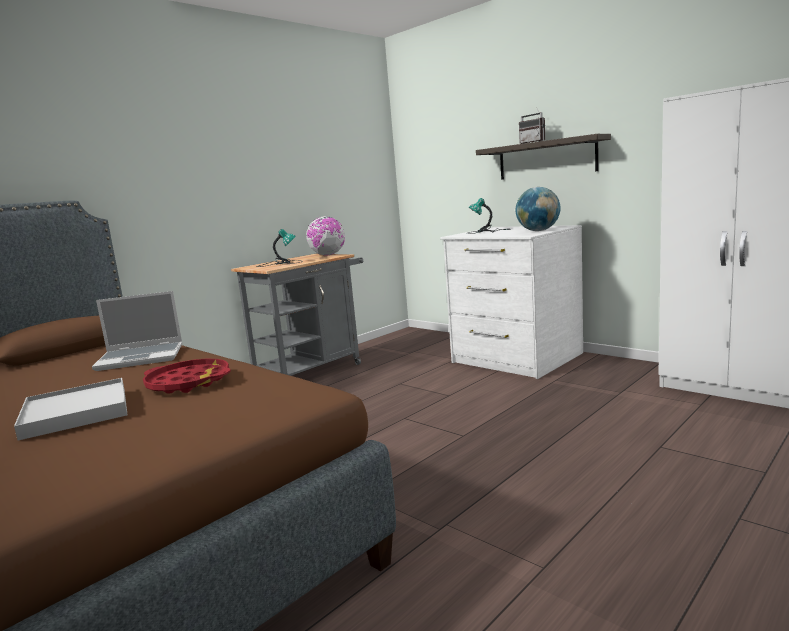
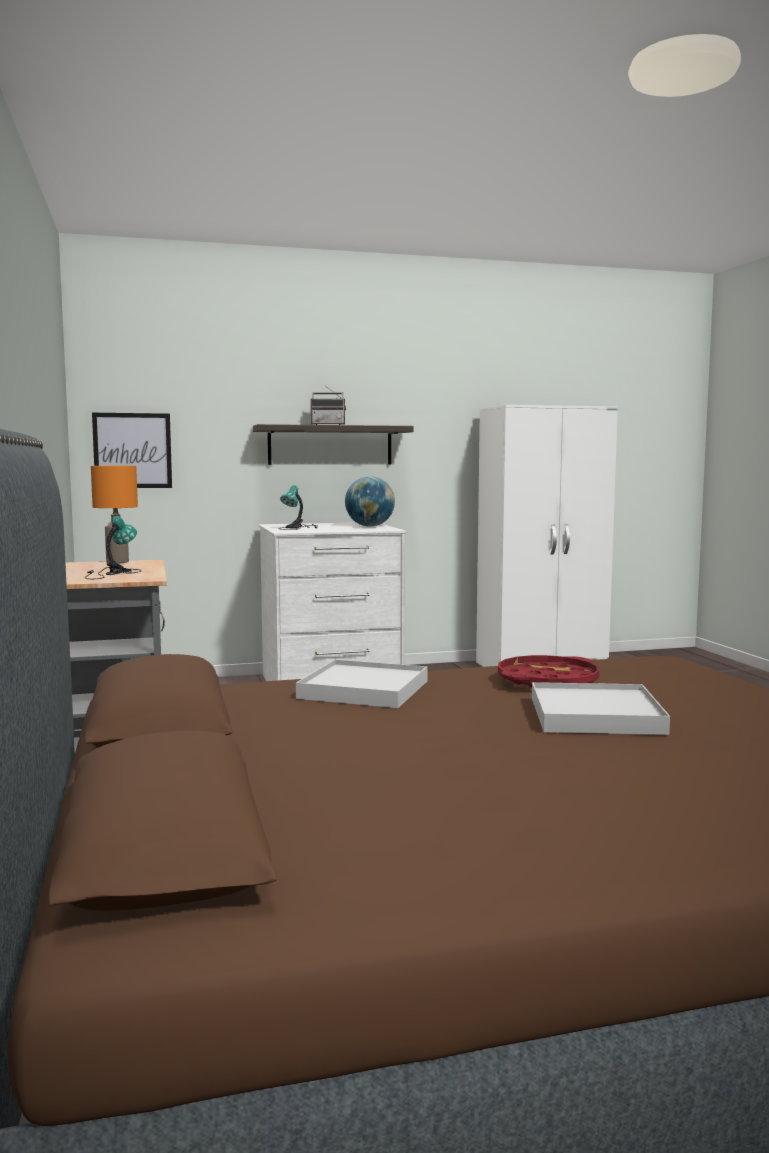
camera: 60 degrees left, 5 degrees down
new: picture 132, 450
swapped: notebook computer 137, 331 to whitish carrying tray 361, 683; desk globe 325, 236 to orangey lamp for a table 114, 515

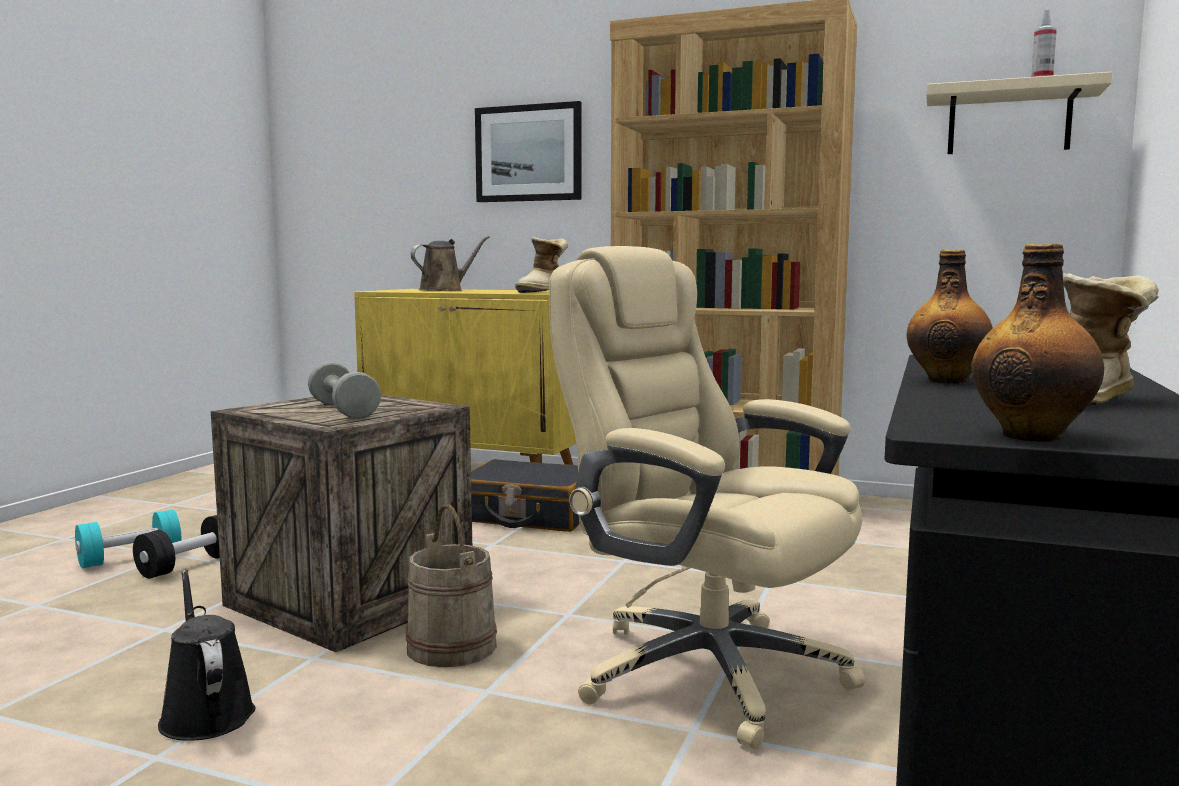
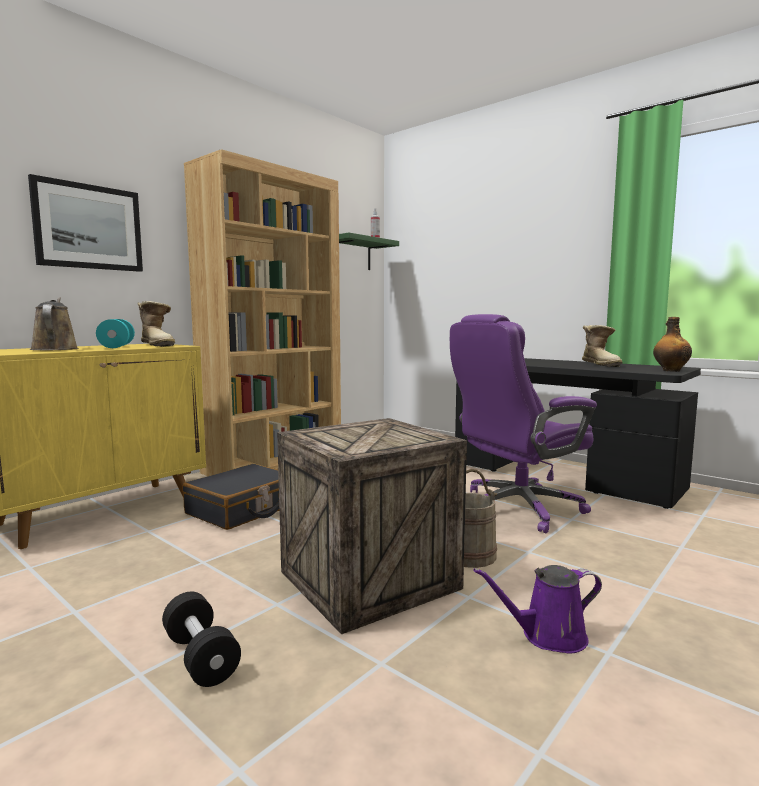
camera: 70 degrees left, 0 degrees up
gone: greyish dumbbell 344, 390; beverage bottle 950, 317
shifted: turquoise-coloured dumbbell 128, 539 to 115, 333
repainted: black-coloured sprinkling can 206, 655 to purplish sprinkling can 538, 609; beige-coloured office chair 707, 498 to purplish office chair 523, 423; beige-coloured shelf 1019, 113 to green shelf 369, 251

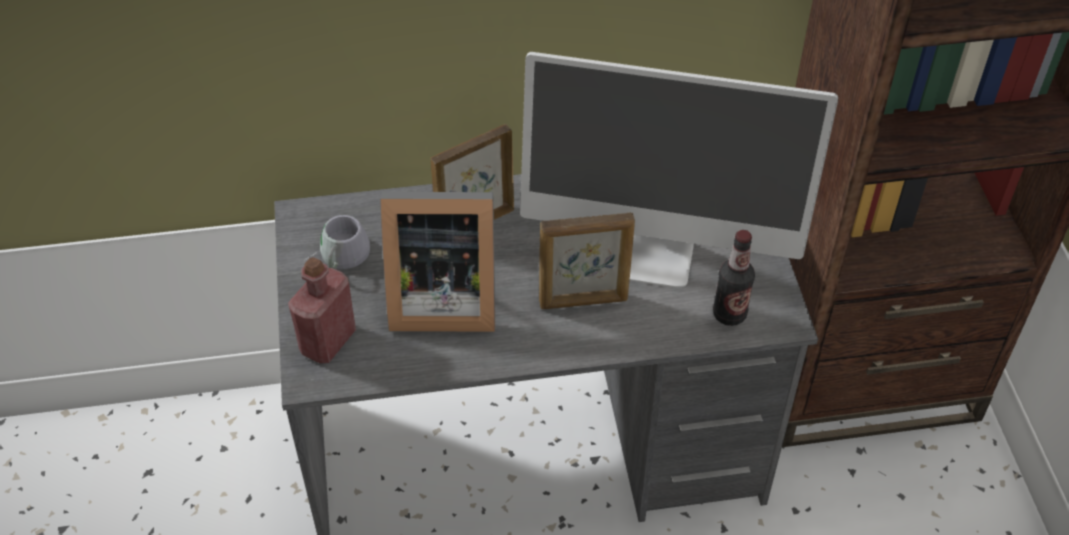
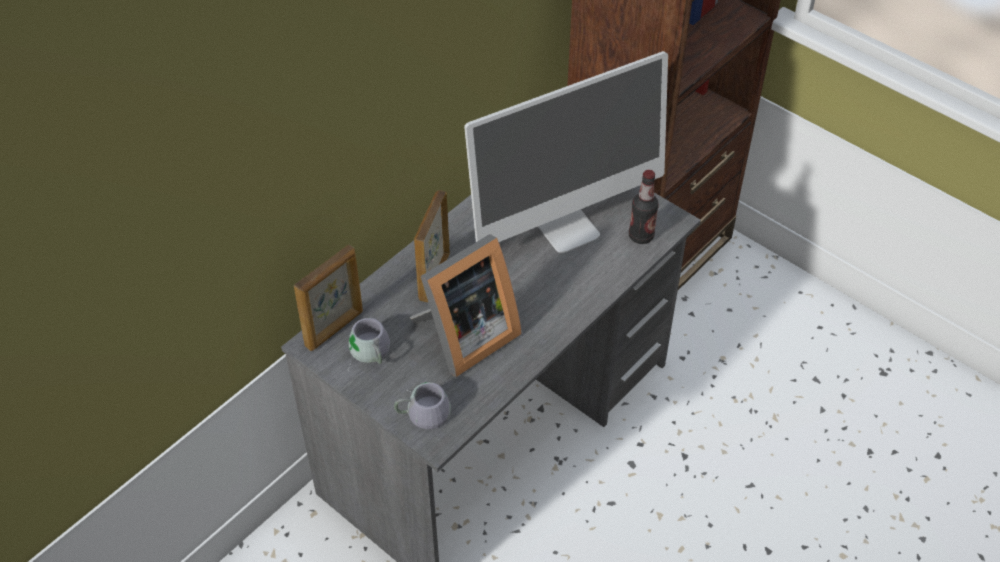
camera: 40 degrees left, 0 degrees up
shifted: picture frame 587, 261 to 328, 298
swapped: red-coloured beverage bottle 322, 310 to greyish coffee mug 422, 405

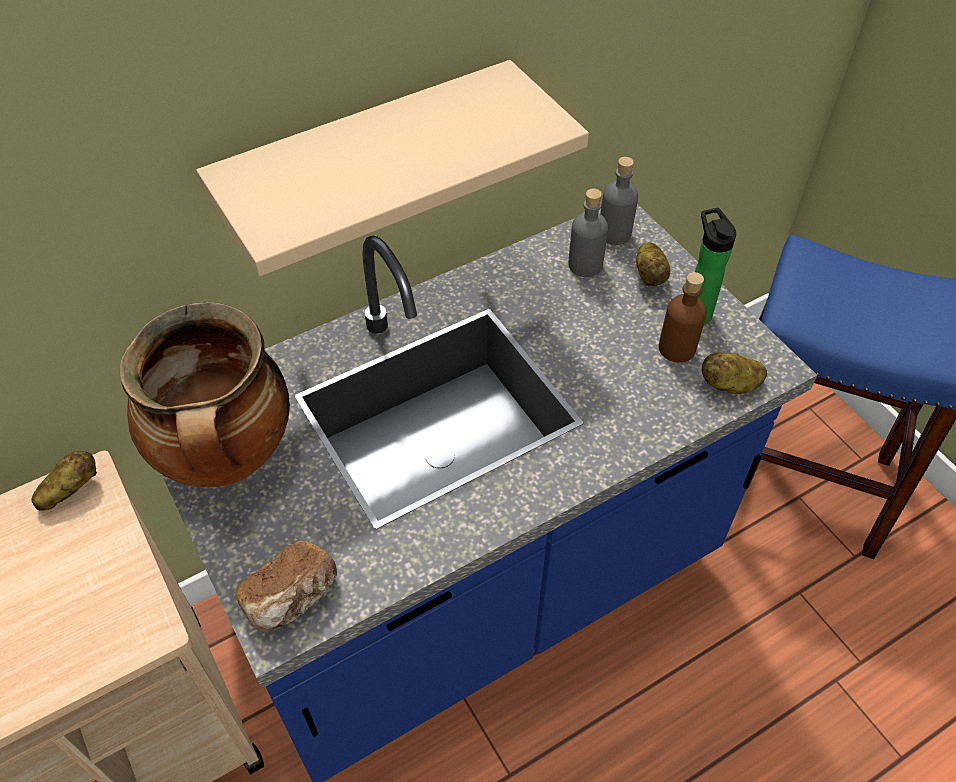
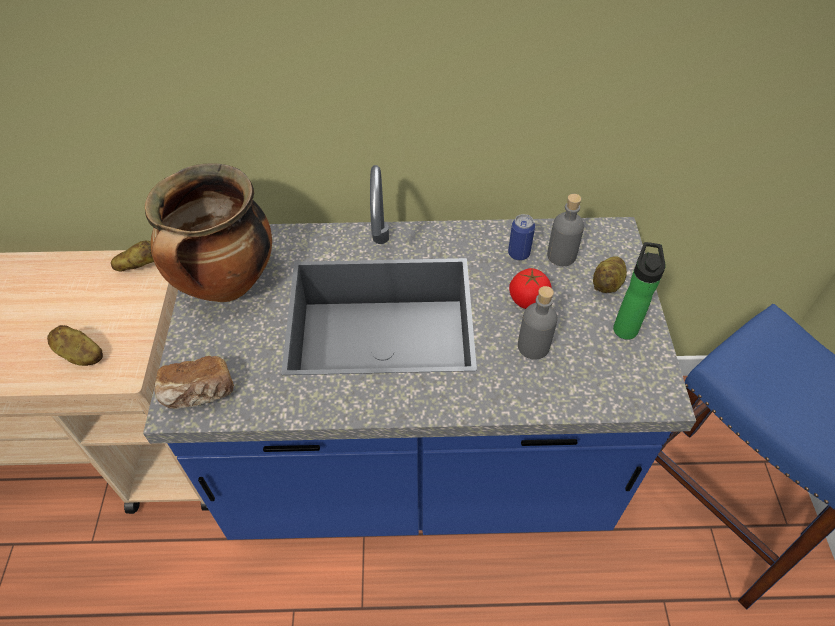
camera: 30 degrees right, 0 degrees up
gone: beige-coloured shelf 392, 168; brown-coloured beverage bottle 683, 317
new: can 521, 237; whole tomato 530, 288
shifted: greyish beverage bottle 619, 201 to 538, 323; potato 734, 373 to 75, 345

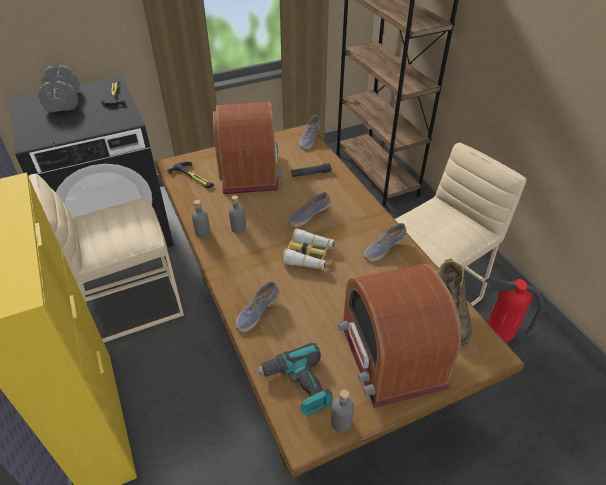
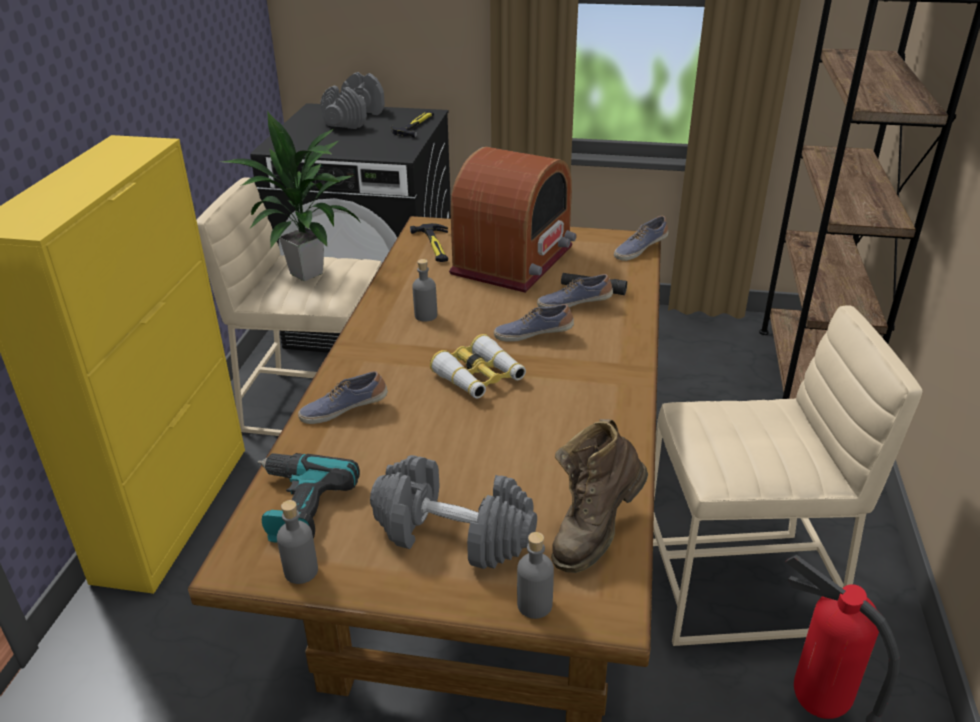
camera: 35 degrees right, 10 degrees down
new: houseplant 290, 196
shifted: greyish beverage bottle 201, 219 to 535, 575; item of footwear 385, 242 to 575, 290
swapped: radio set 399, 336 to greyish dumbbell 453, 512

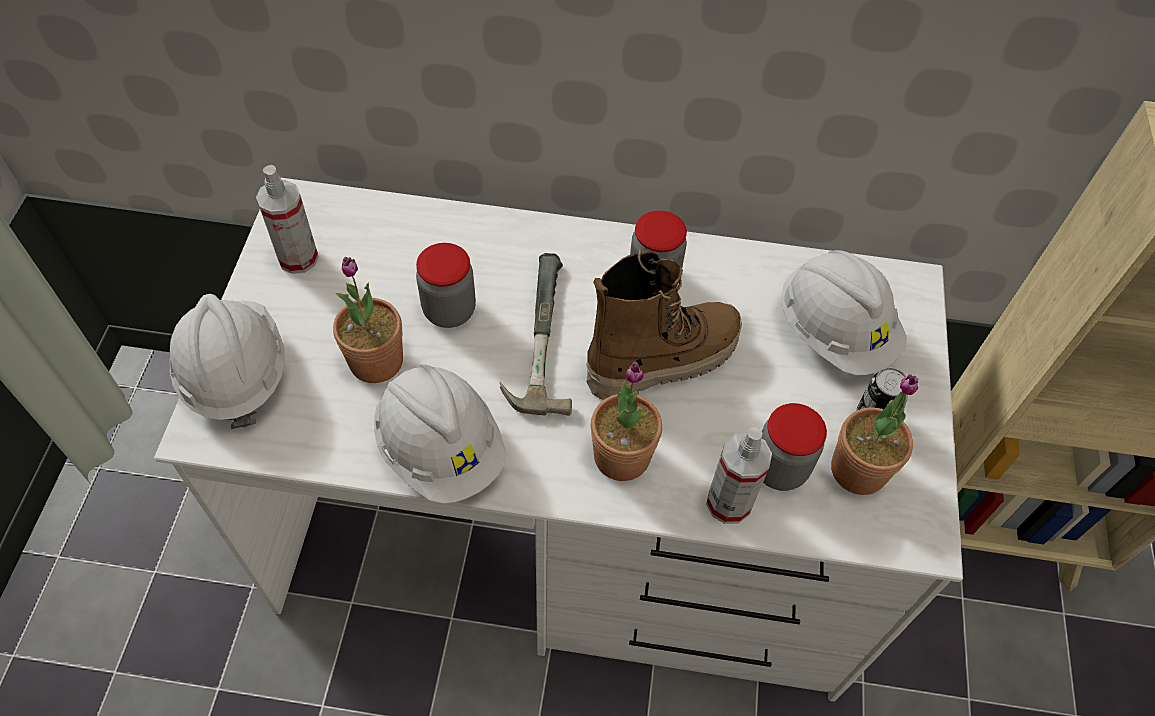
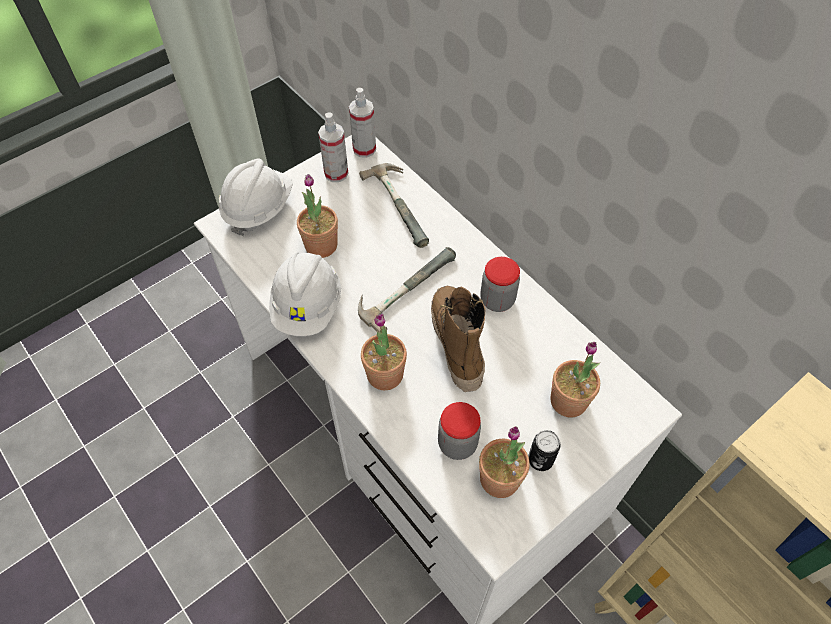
camera: 45 degrees right, 0 degrees up
gone: preserve jar 446, 285
new: tool hammer 394, 205
shifted: hand sprayer 739, 475 to 362, 123
swapped: whitish safety helmet 844, 312 to houseplant 575, 380
rotated: boot 664, 325 = 458, 339 120 degrees counterclockwise

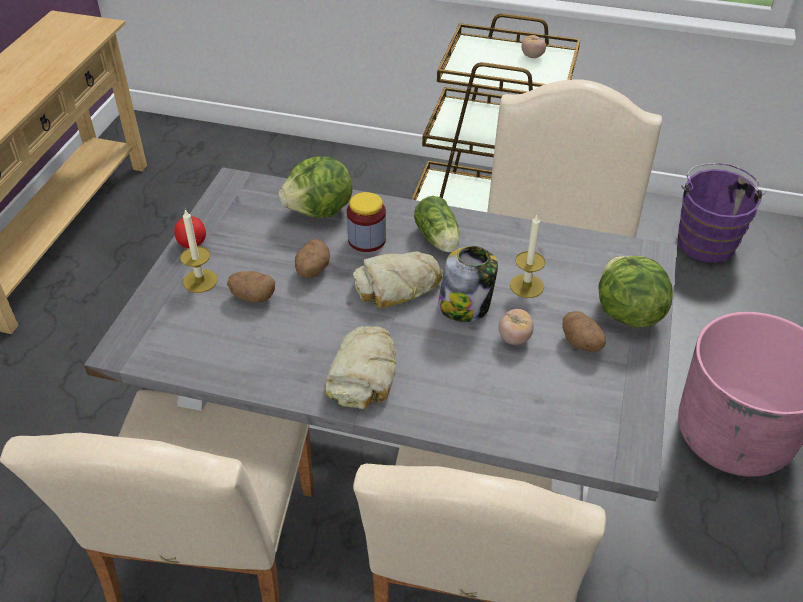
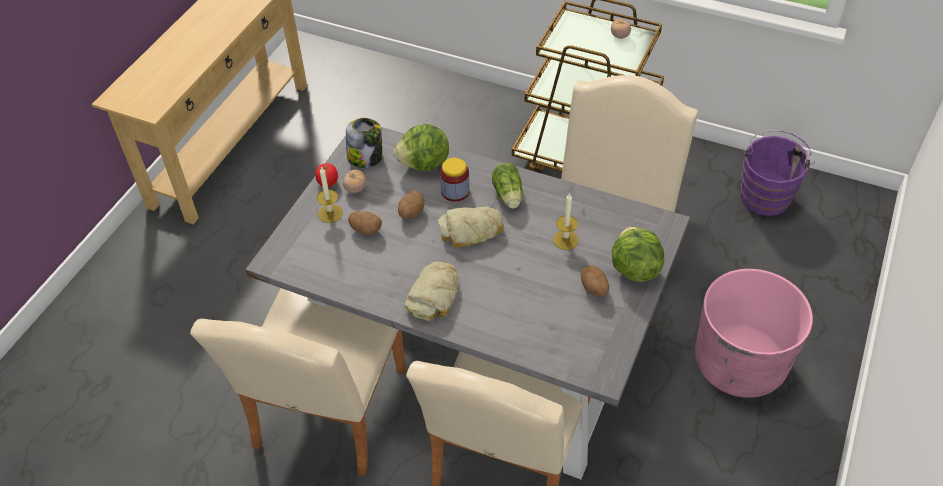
camera: 10 degrees right, 5 degrees up
shifted: preserve jar 468, 284 to 364, 143; whole tomato 516, 327 to 354, 181

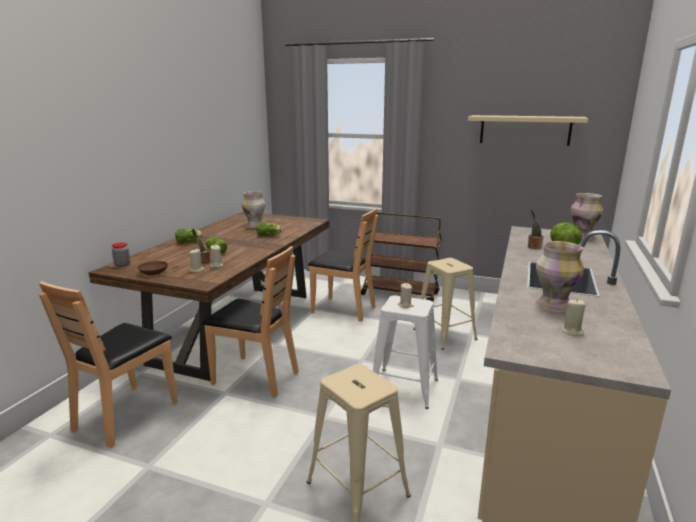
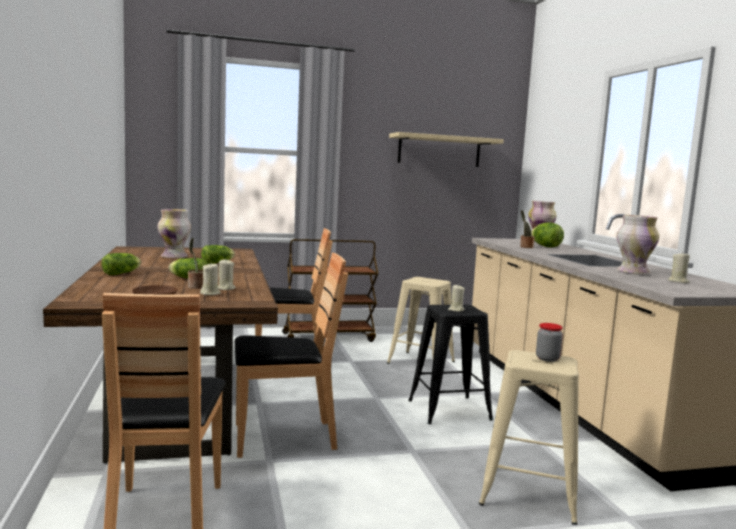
camera: 35 degrees left, 10 degrees down
shifted: preserve jar 121, 254 to 549, 342
repainted: whitish sitting stool 405, 352 to black-coloured sitting stool 450, 364

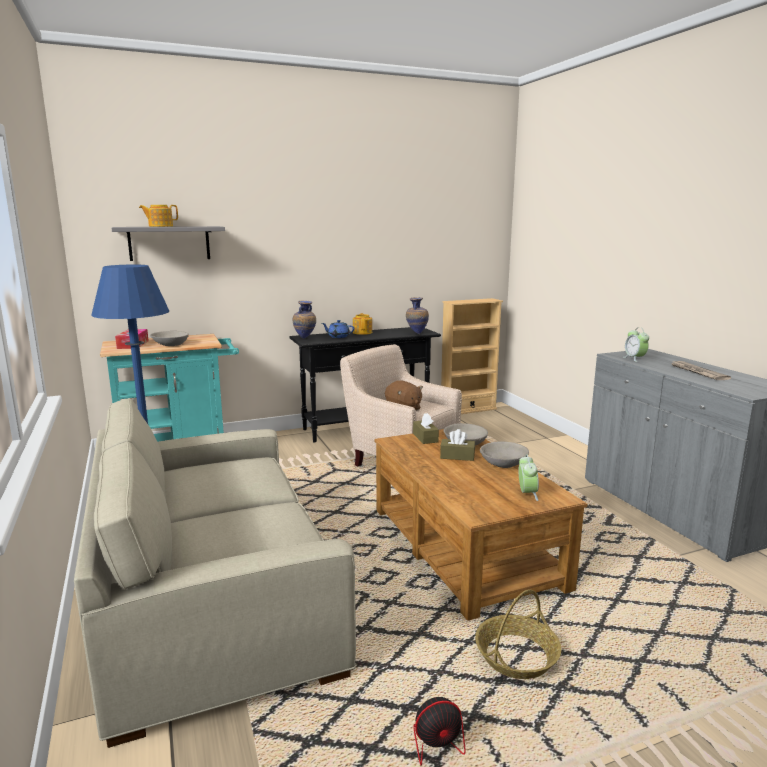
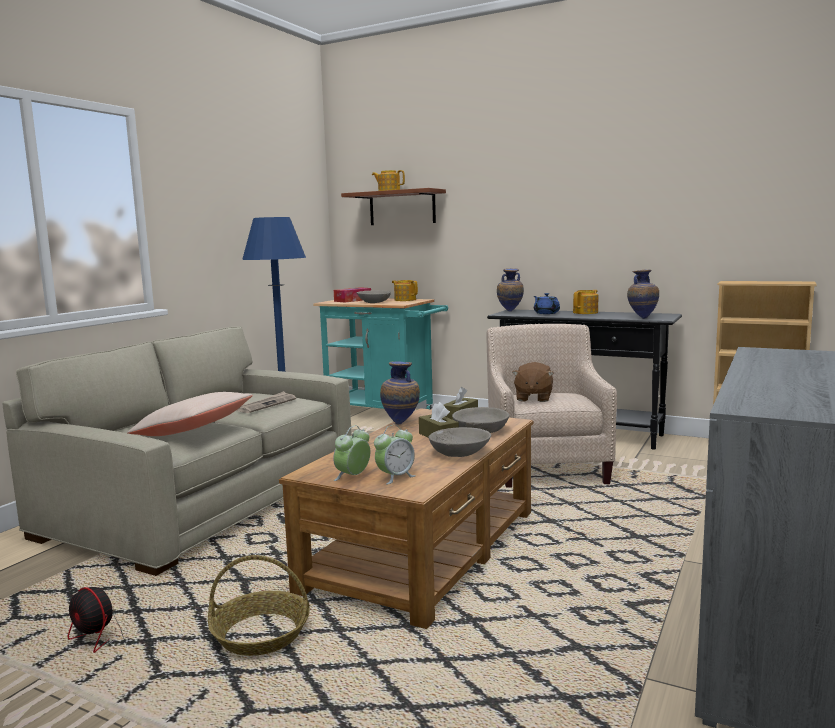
camera: 50 degrees right, 5 degrees down
new: beige-coloured cushion 190, 414; vase 400, 393; teapot 405, 290
shifted: table clock 636, 344 to 351, 453; daily paper 700, 370 to 266, 402
repainted: greyish shelf 168, 243 to brown-coloured shelf 393, 206

